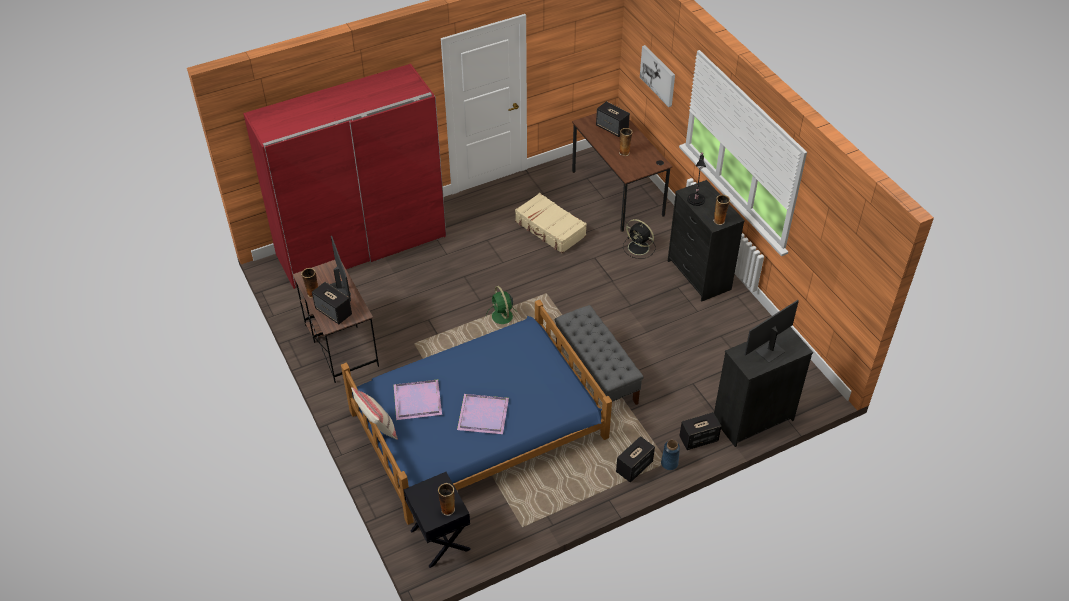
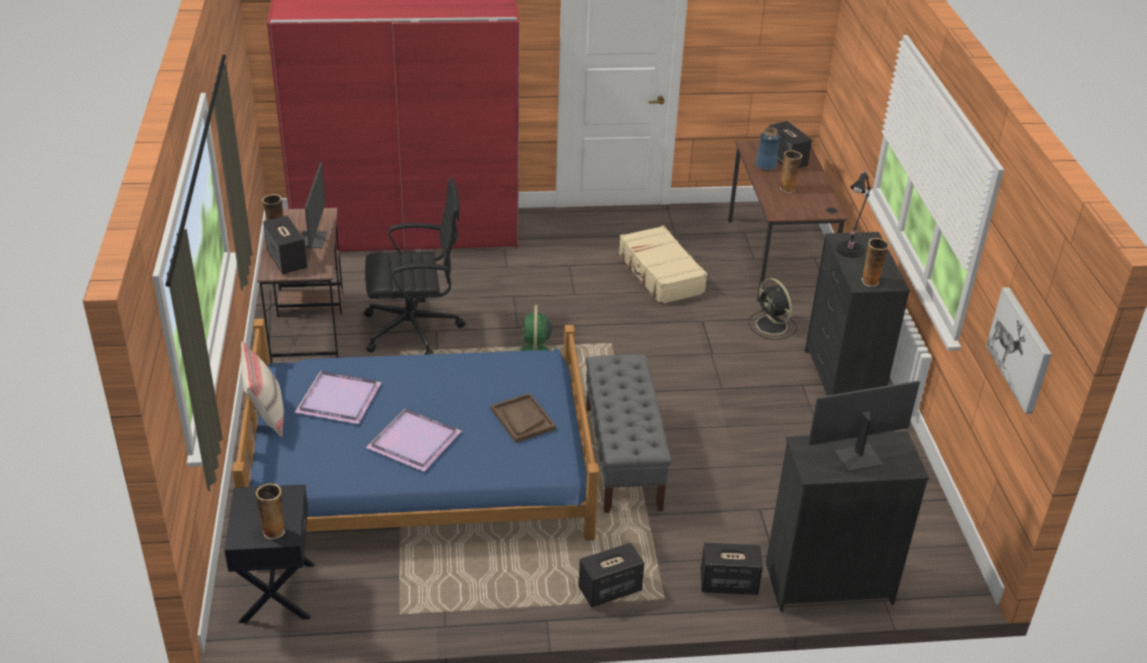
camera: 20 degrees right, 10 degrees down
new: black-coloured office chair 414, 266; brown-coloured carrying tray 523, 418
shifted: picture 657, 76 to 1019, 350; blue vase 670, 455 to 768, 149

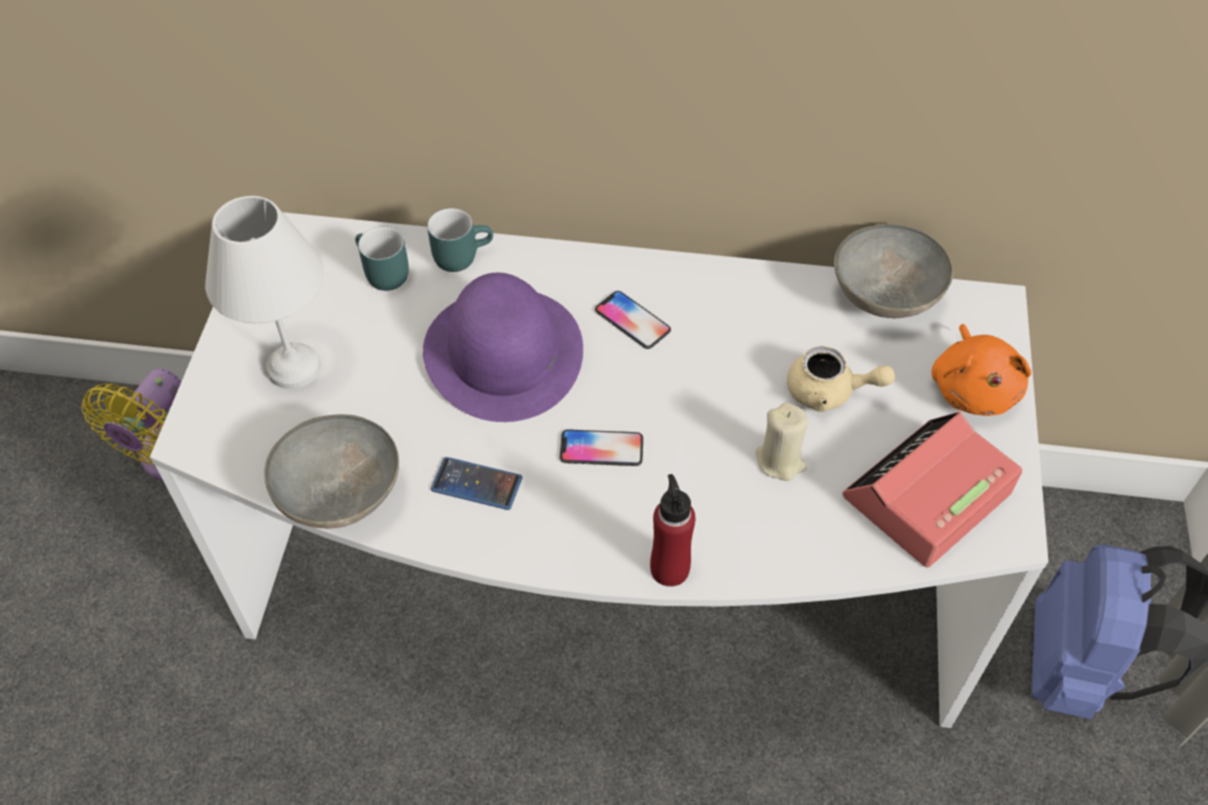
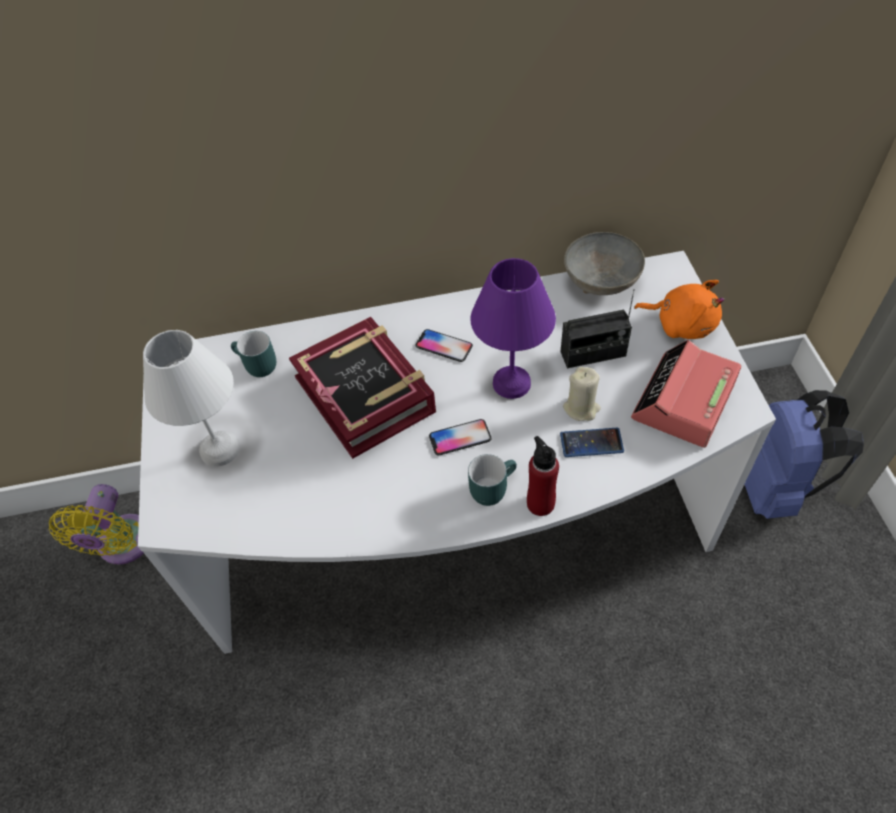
camera: 15 degrees left, 0 degrees up
gone: greyish bowl 331, 471
new: purplish lamp for a table 513, 328
shifted: turquoise-coloured coffee mug 460, 240 to 492, 480; telephone 477, 483 to 592, 442
swapped: purplish clothing hat 503, 347 to book 362, 388; beige-coloured teapot 841, 379 to radio set 597, 328
rotated: orangey soft toy 981, 370 = 679, 309 45 degrees counterclockwise

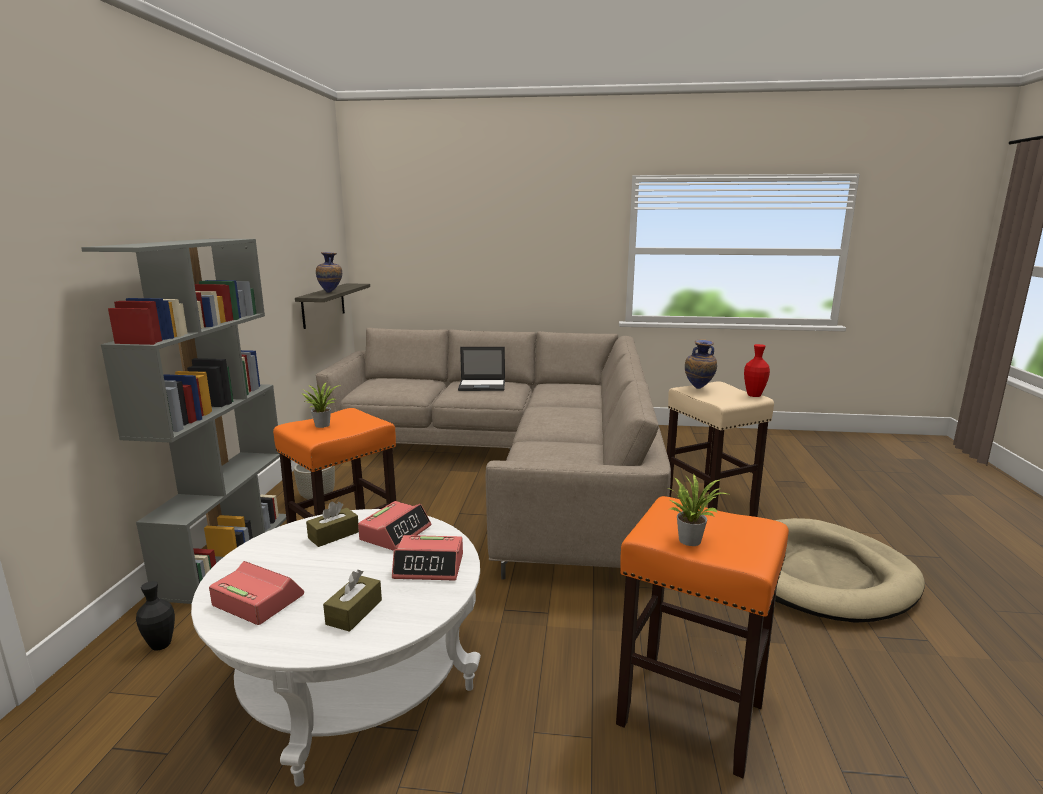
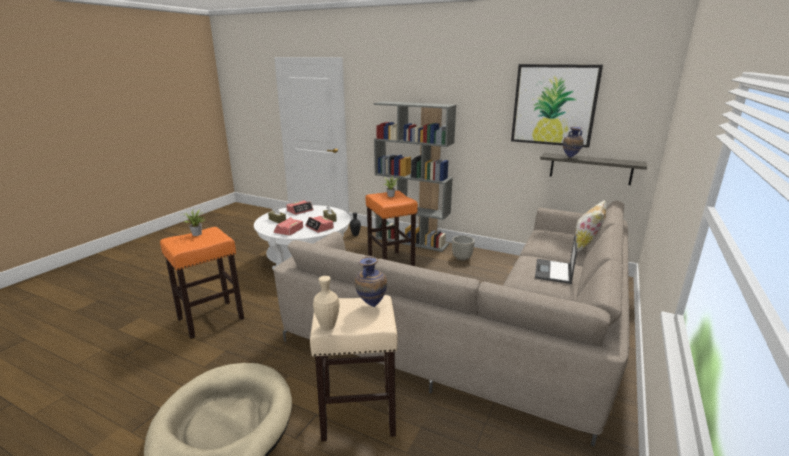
camera: 110 degrees right, 5 degrees up
new: picture 557, 106; cushion 590, 225
repainted: red-coloured vase 757, 370 to beige-coloured vase 326, 303

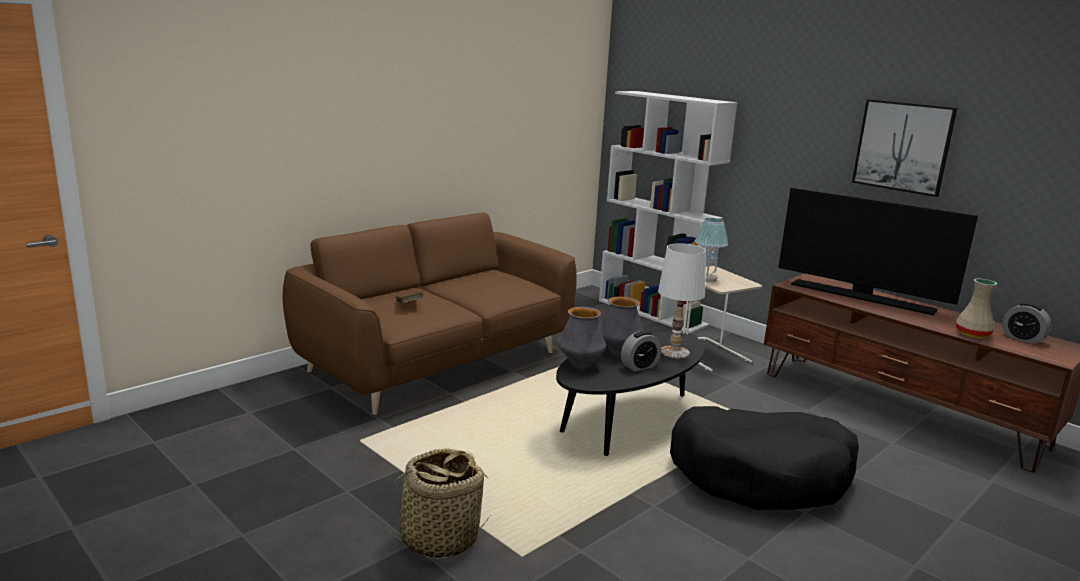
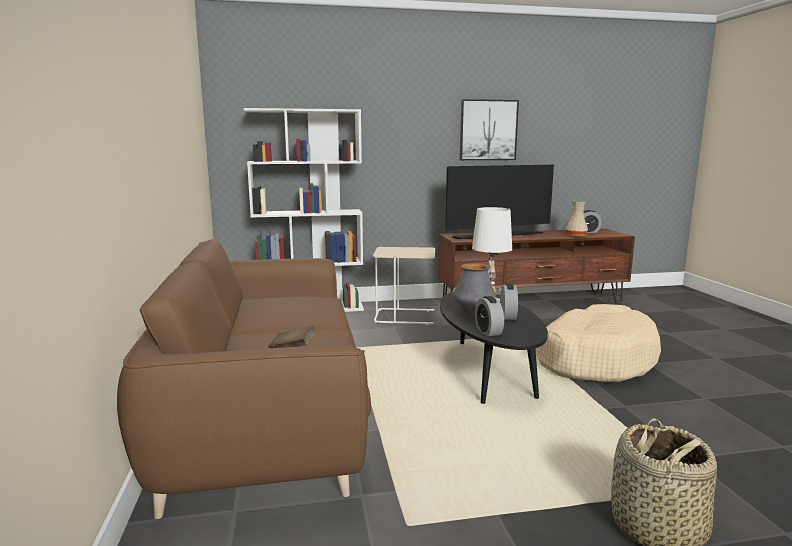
camera: 55 degrees left, 5 degrees down
gone: lamp for a table 711, 250
swapped: vase 582, 338 to table clock 489, 316
repainted: black-coloured dog bed 764, 458 to beige-coloured dog bed 598, 343

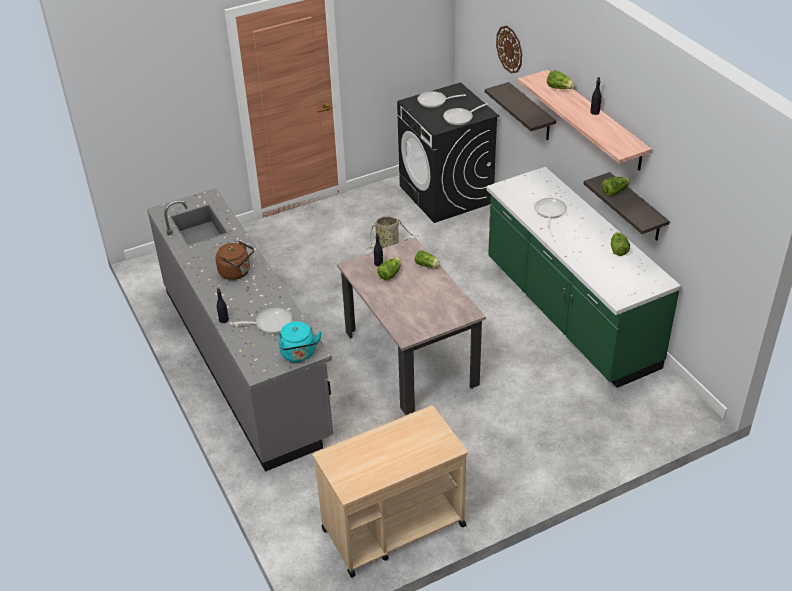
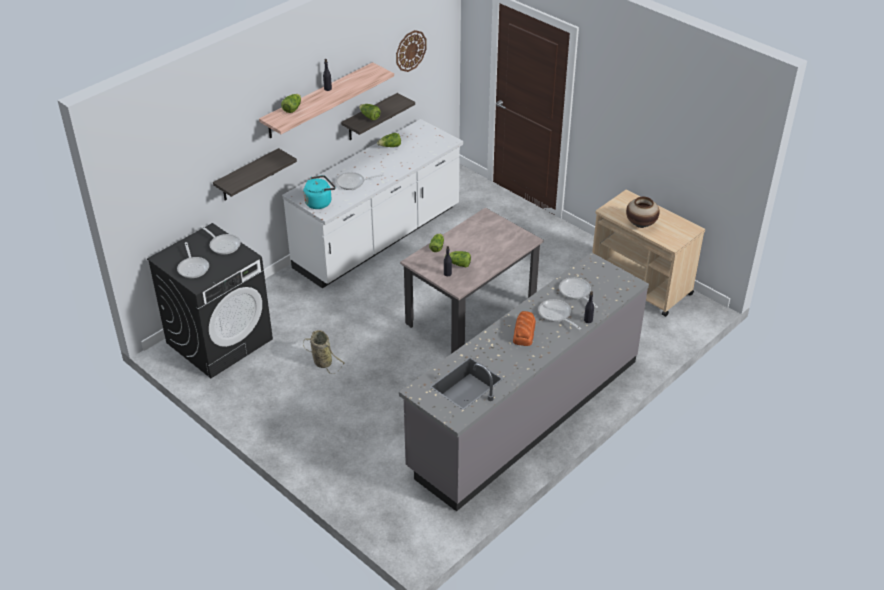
camera: 110 degrees left, 0 degrees up
new: frying pan 559, 314; vase 643, 212
shifted: turquoise-coloured water kettle 300, 341 to 320, 192; hanging clock 509, 49 to 411, 51
swapped: brown-coloured water kettle 235, 260 to baked bread 524, 328
repainted: green kitchen counter 584, 277 to whitish kitchen counter 372, 203

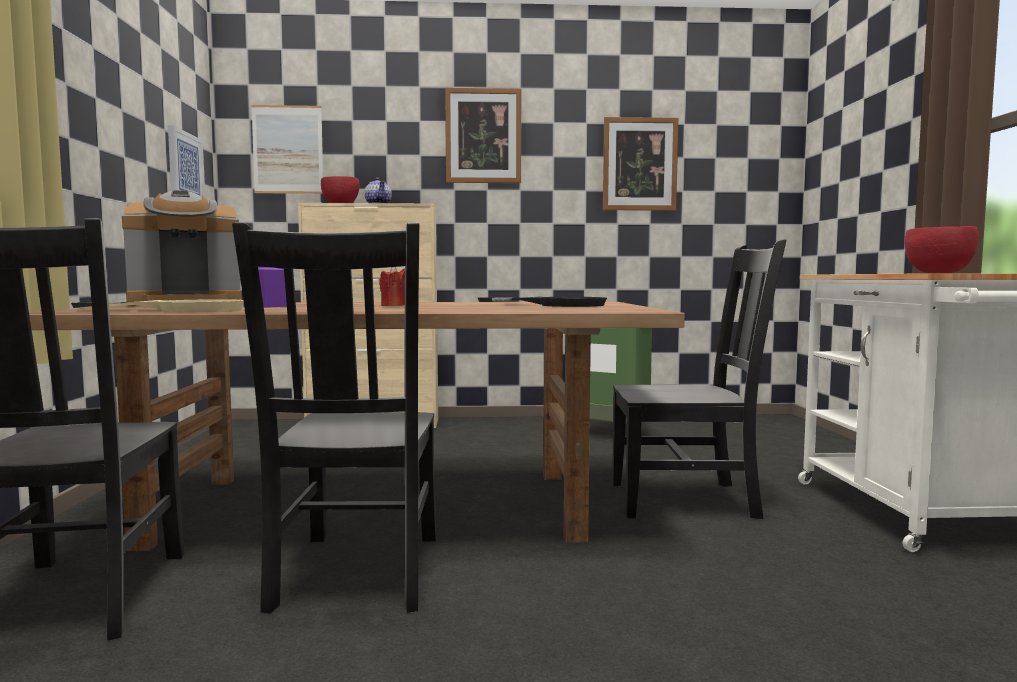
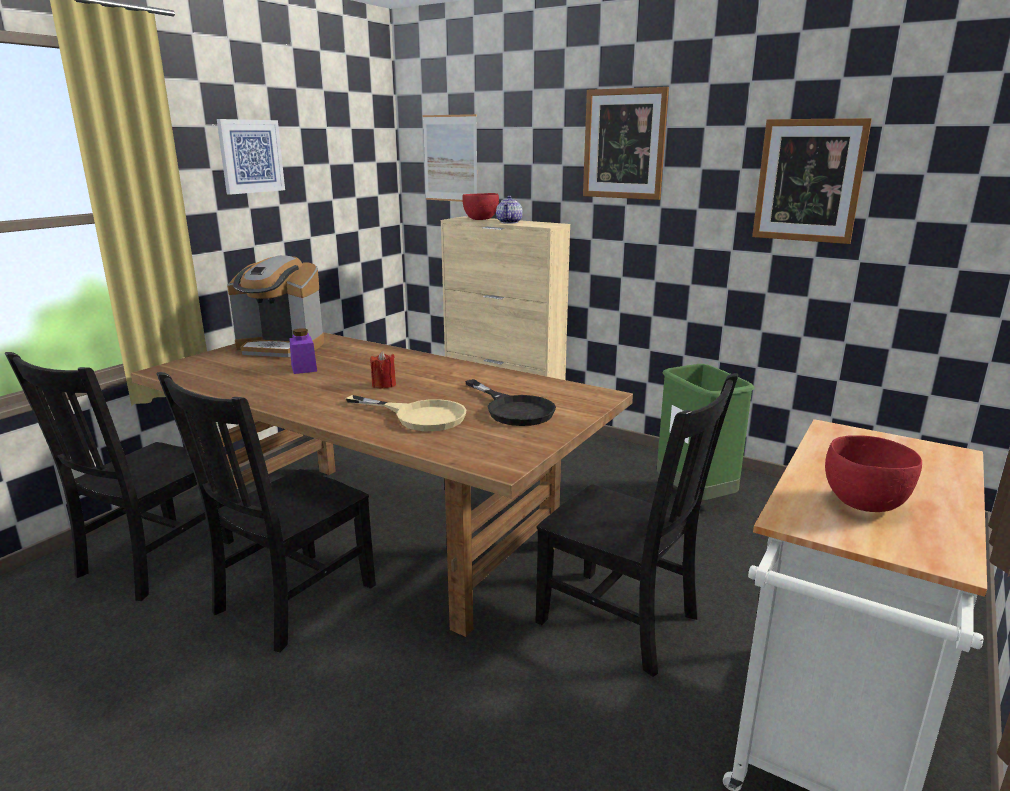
camera: 35 degrees right, 15 degrees up
shifted: beige-coloured frying pan 157, 305 to 406, 413; picture 186, 161 to 251, 157

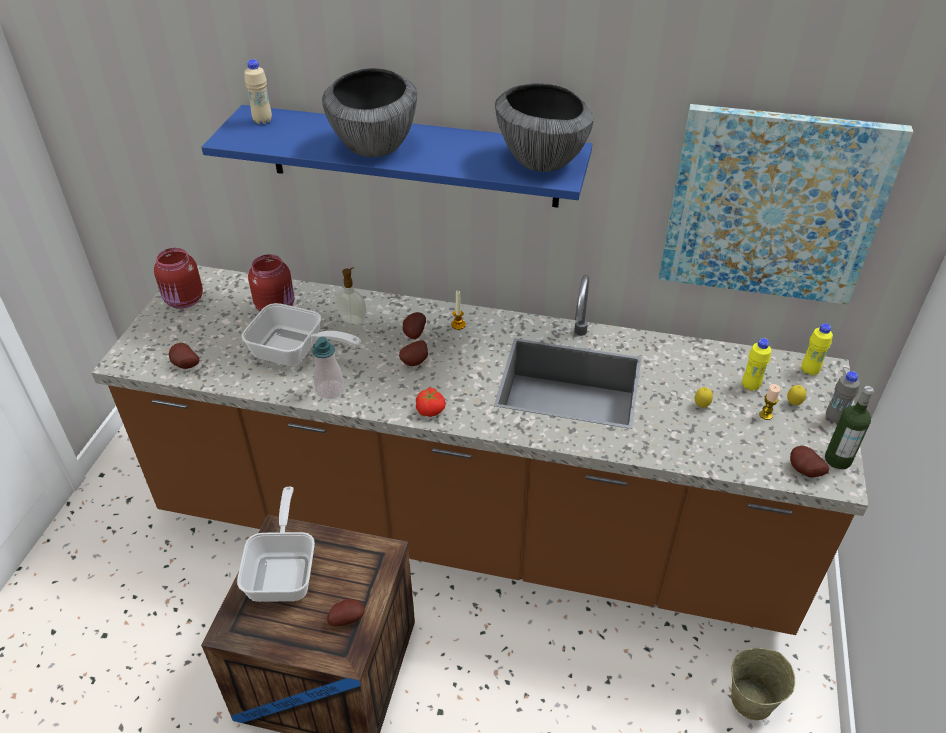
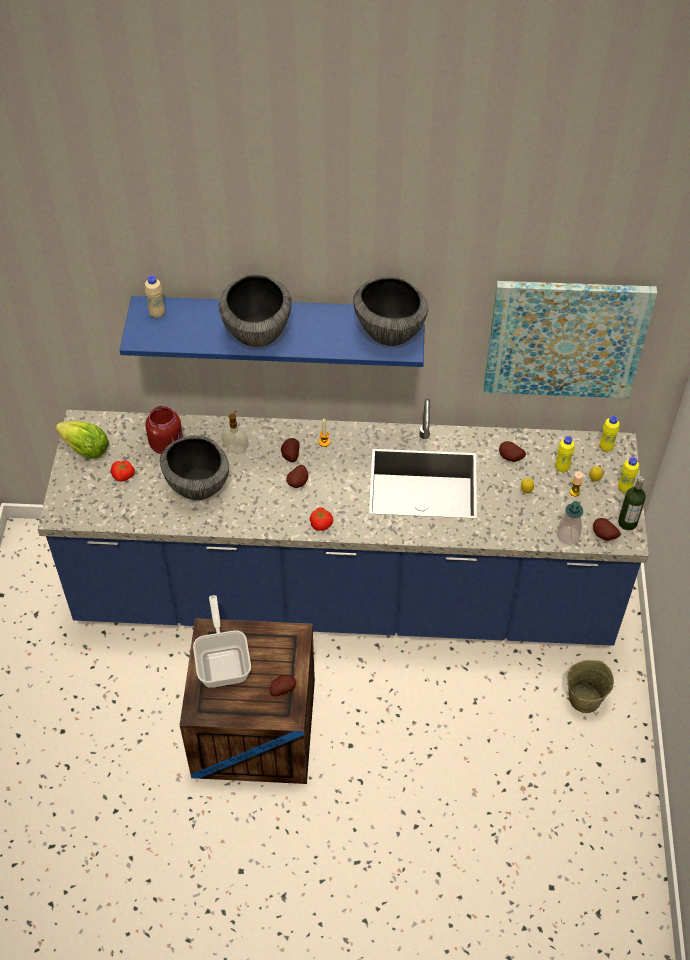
camera: 10 degrees left, 10 degrees up
new: whole tomato 123, 471
shifted: potato 184, 356 to 512, 451; soap dispenser 328, 368 to 570, 523
swapped: red-coloured preserve jar 178, 278 to lettuce 82, 439; frying pan 301, 334 to bowl 194, 468
repainted: brown-coloured kitchen counter 480, 450 to blue kitchen counter 343, 522; greyish beverage bottle 843, 397 to yellow-coloured beverage bottle 628, 475

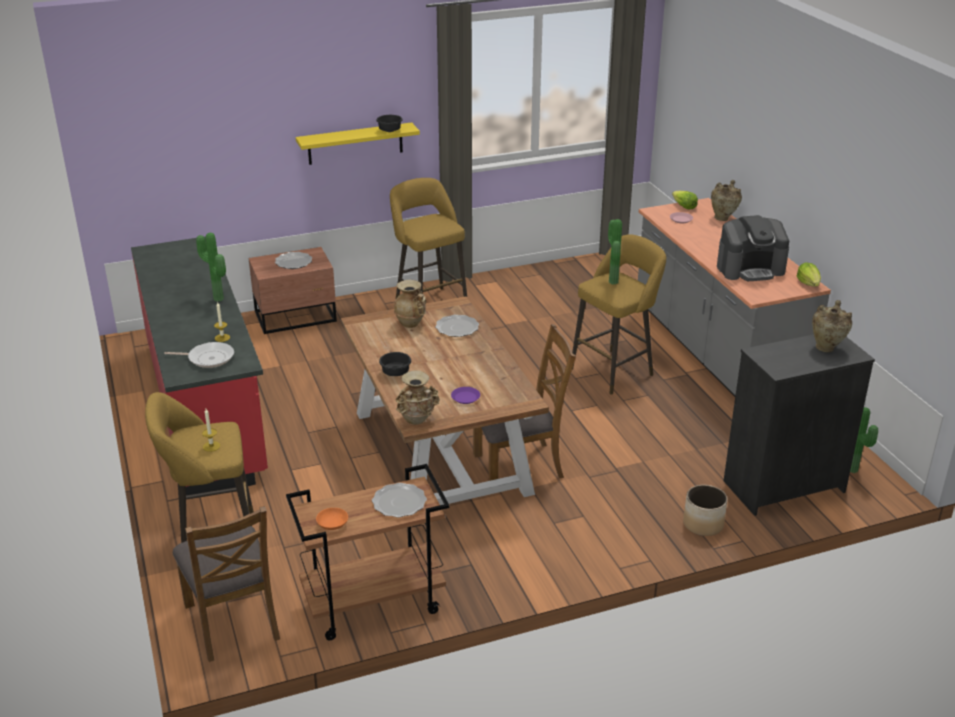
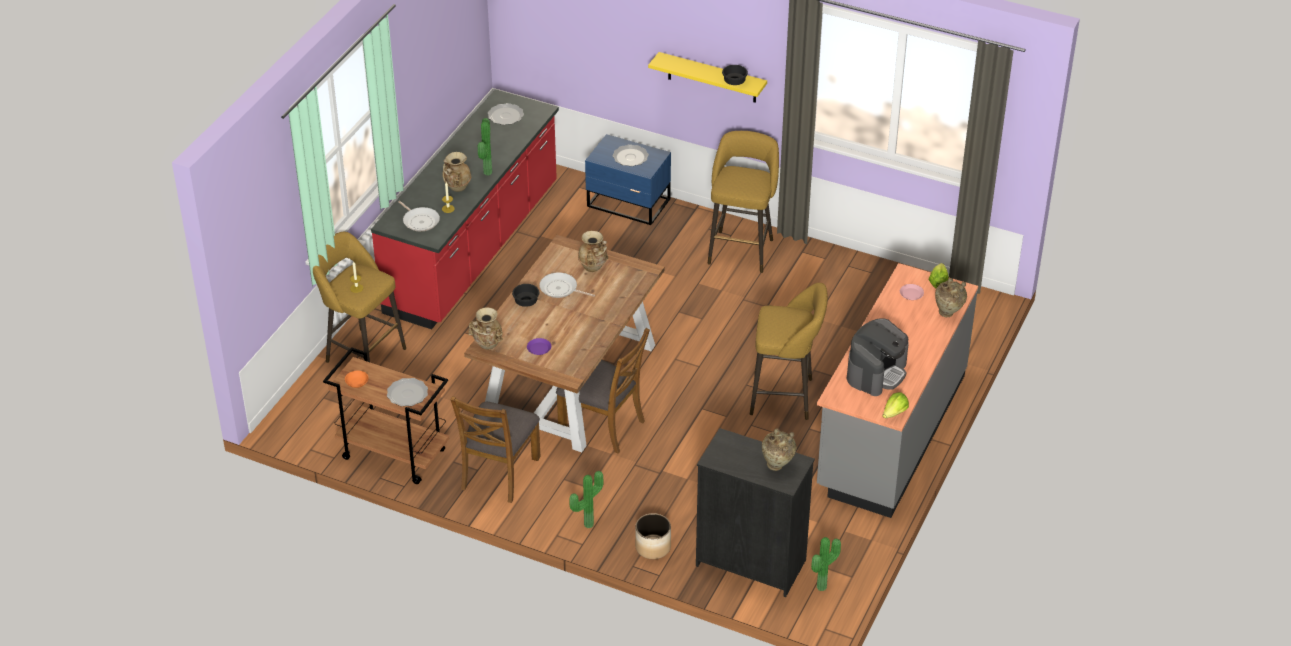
camera: 45 degrees right, 10 degrees up
new: beige-coloured vase 457, 172; frying pan 567, 285
shifted: brown-coloured plain chair 226, 584 to 496, 449; plate 457, 326 to 506, 114; houseplant 615, 252 to 587, 499
repainted: brown-coloured bedside table 293, 290 to blue bedside table 628, 179
rotated: coffee brewer 753, 248 = 878, 357 90 degrees counterclockwise

